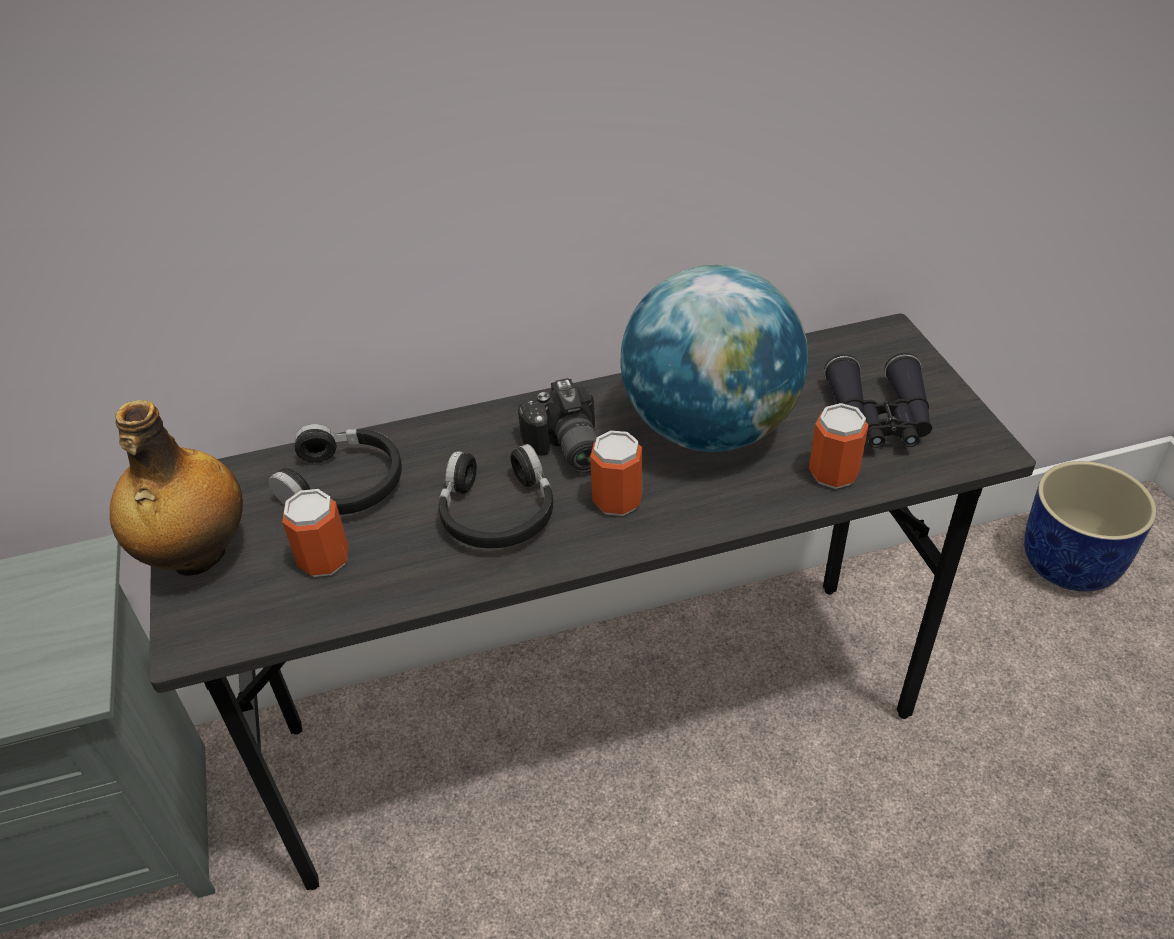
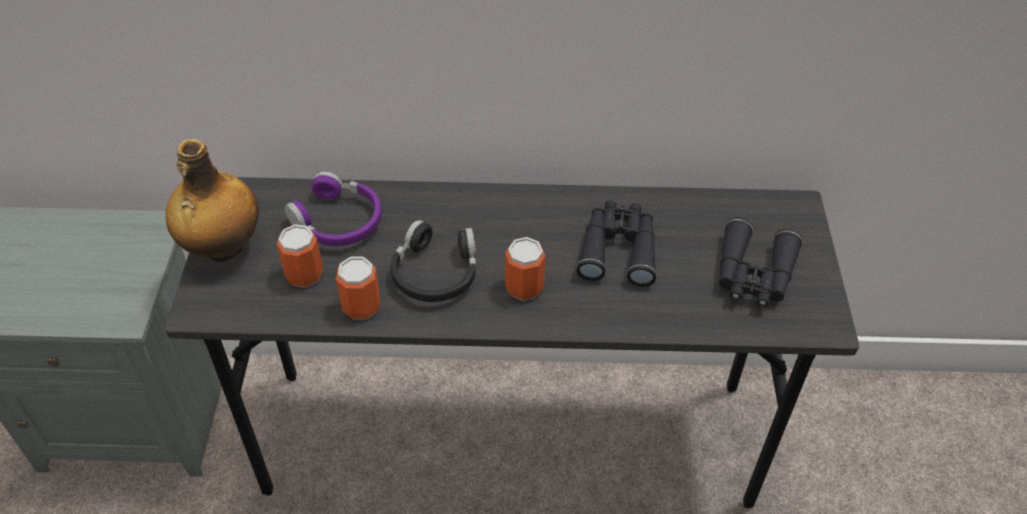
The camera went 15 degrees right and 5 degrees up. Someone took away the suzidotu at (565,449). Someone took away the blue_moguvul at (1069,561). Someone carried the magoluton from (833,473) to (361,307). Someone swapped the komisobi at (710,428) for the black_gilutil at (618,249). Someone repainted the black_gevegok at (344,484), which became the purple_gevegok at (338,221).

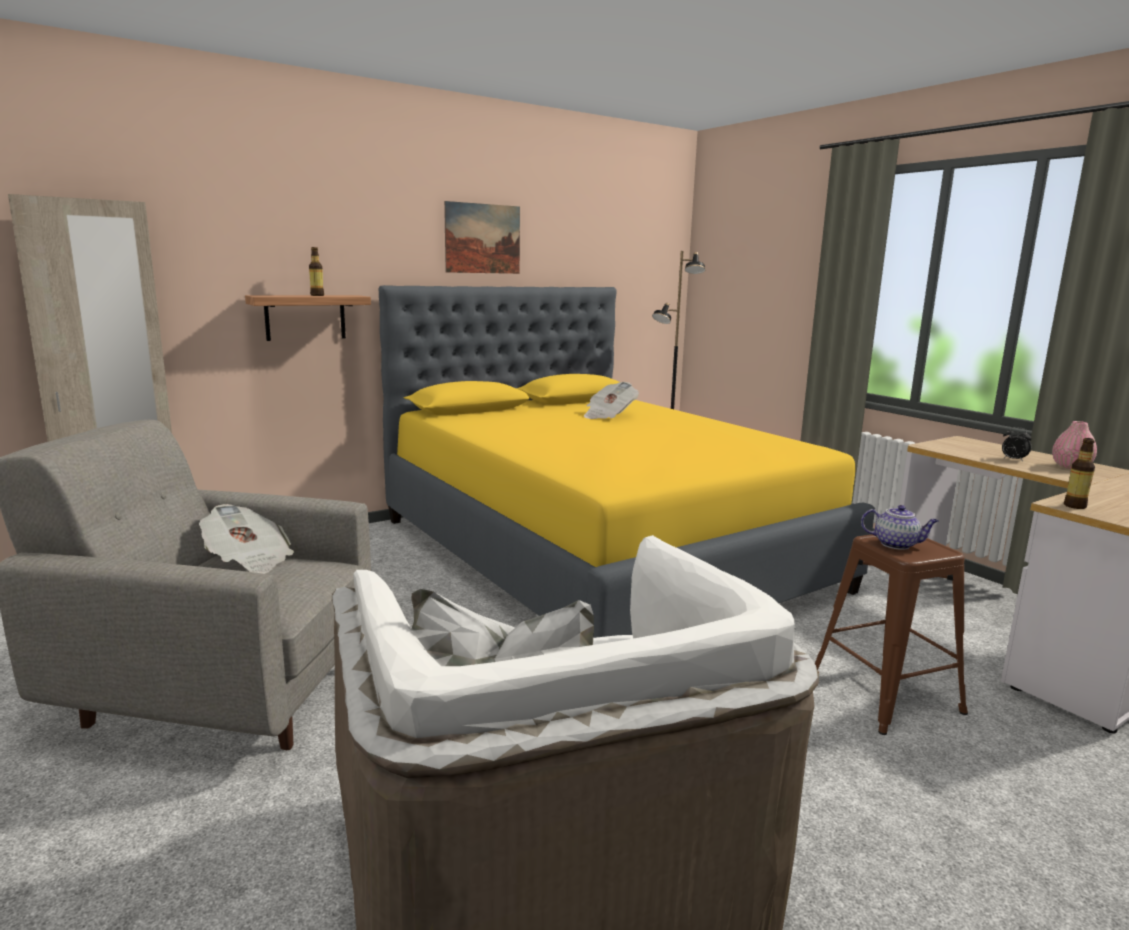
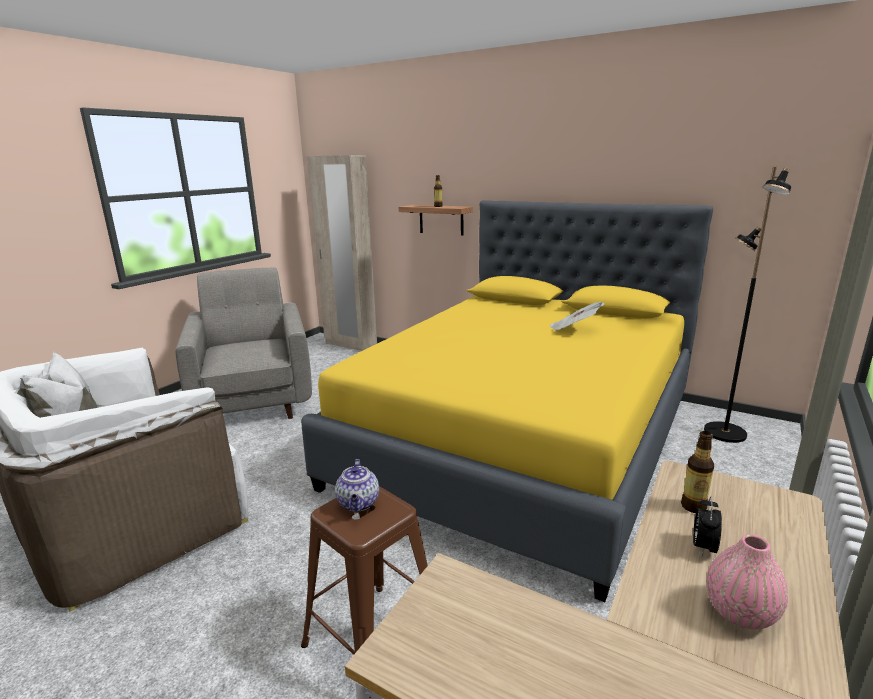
The camera went 65 degrees right and 5 degrees up. Someone took away the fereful at (249,560). Someone took away the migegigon at (482,238). Someone carried the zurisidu from (1074,506) to (693,507).

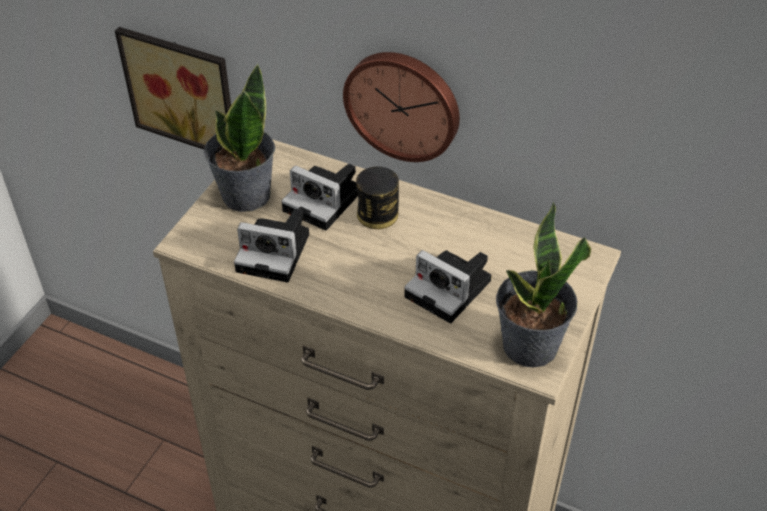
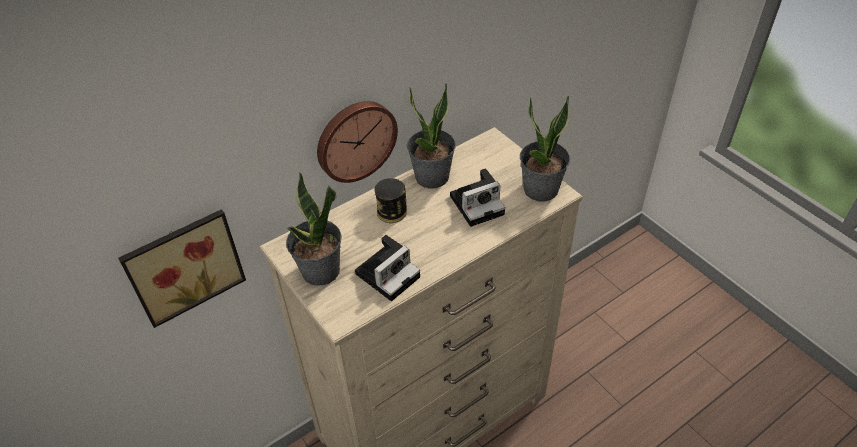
The camera went 60 degrees left and 0 degrees up. Someone took away the suzidotu at (325,201). Someone put down the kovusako at (432,177).

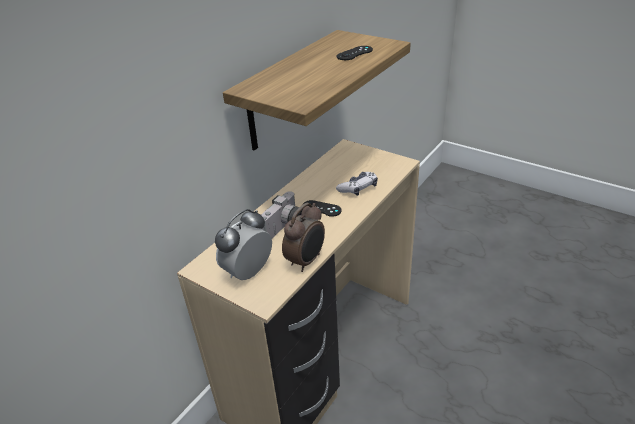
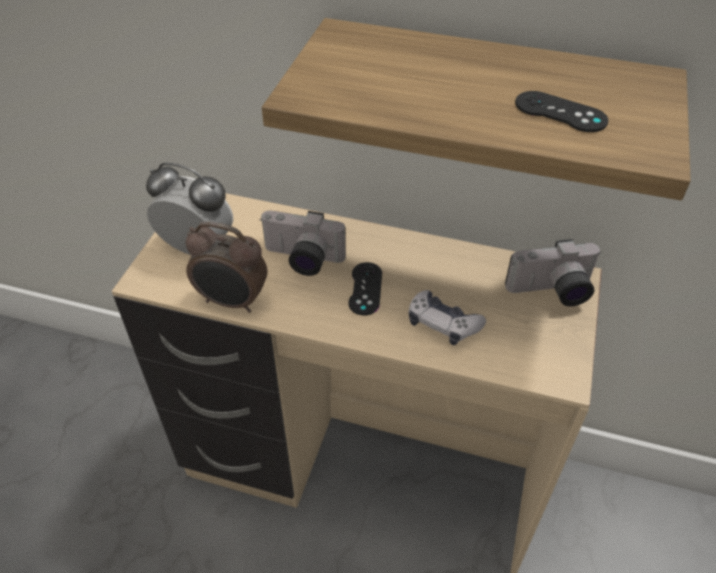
The camera went 70 degrees right and 10 degrees up. Someone put down the suzidotu at (552,292).

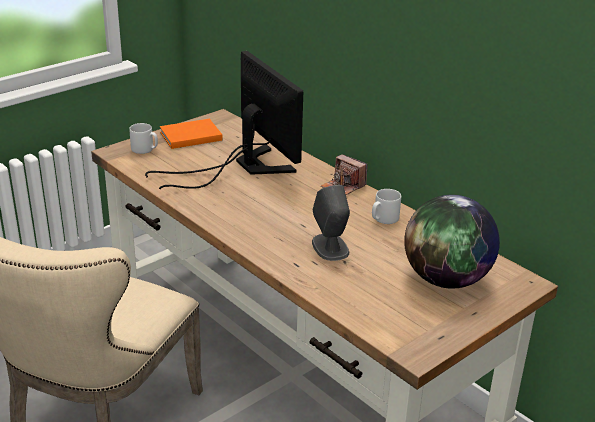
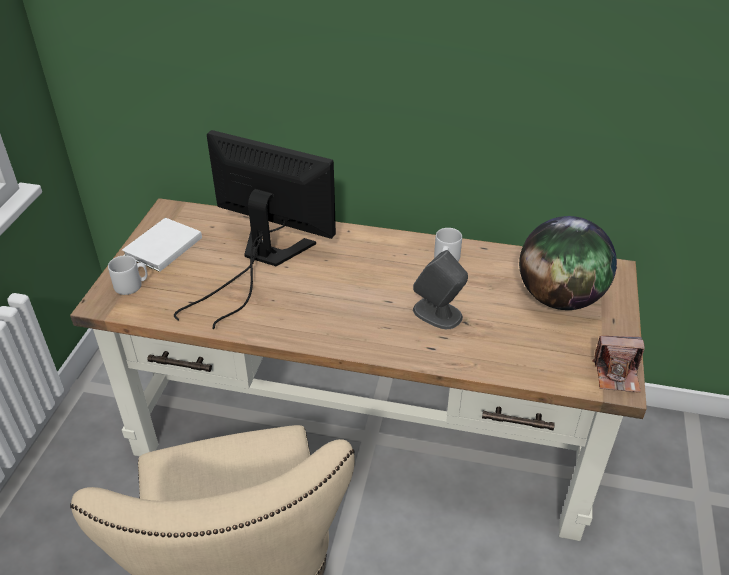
The camera went 35 degrees left and 10 degrees up. Someone carried the suzidotu from (343,187) to (617,374). Someone repainted the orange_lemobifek at (189,136), which became the white_lemobifek at (161,247).

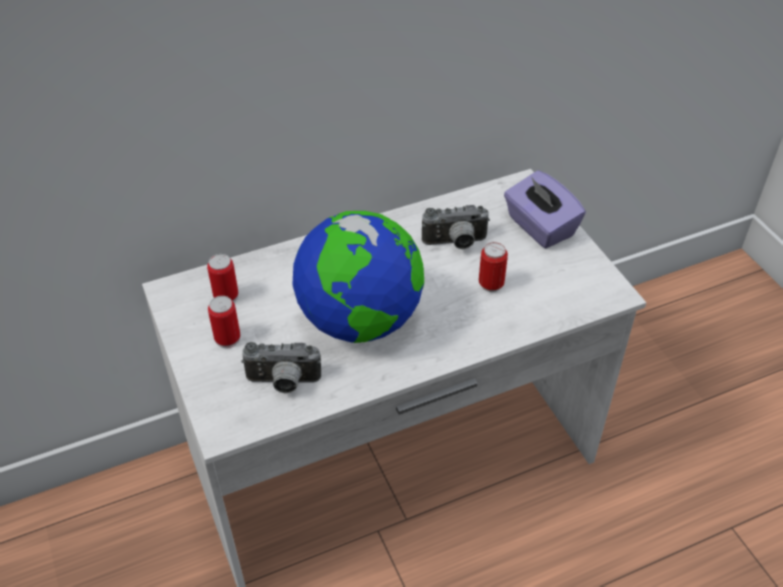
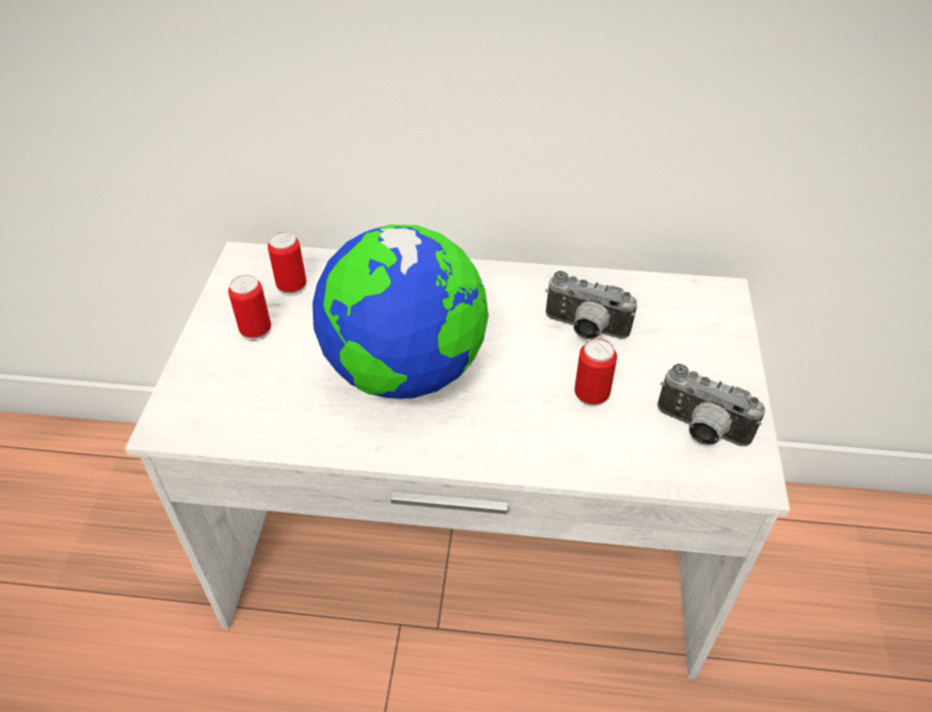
The camera went 30 degrees right and 0 degrees up. Someone took away the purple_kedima at (539,227). Someone carried the suzidotu from (283,383) to (699,431).

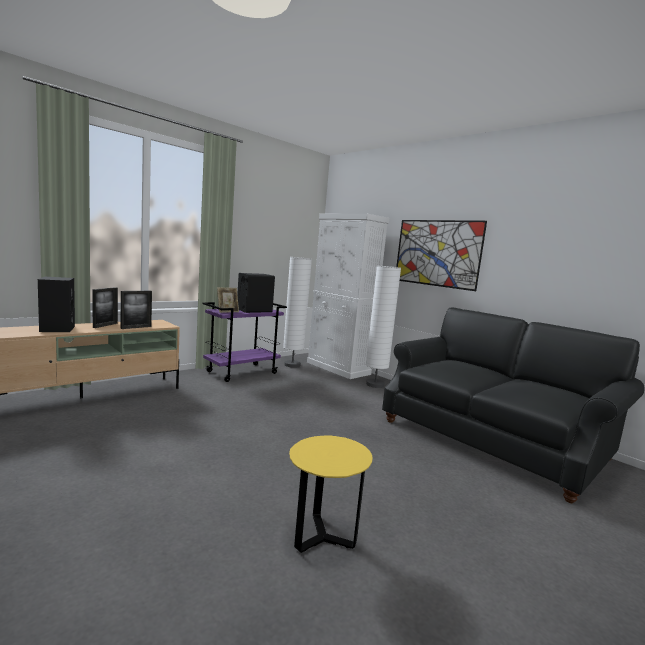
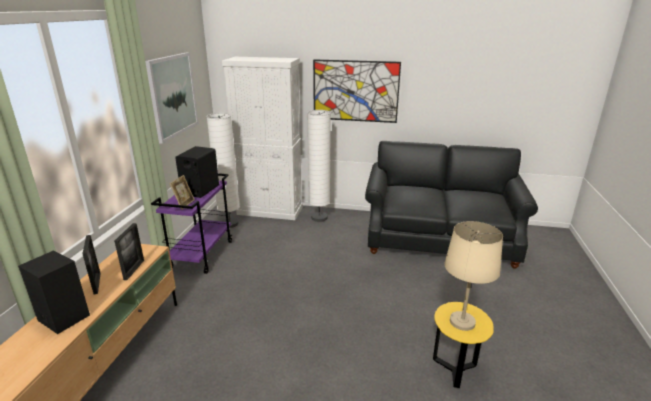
The camera went 35 degrees left and 15 degrees up. Someone put up the migegigon at (173,95). Someone put down the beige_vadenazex at (462,322).

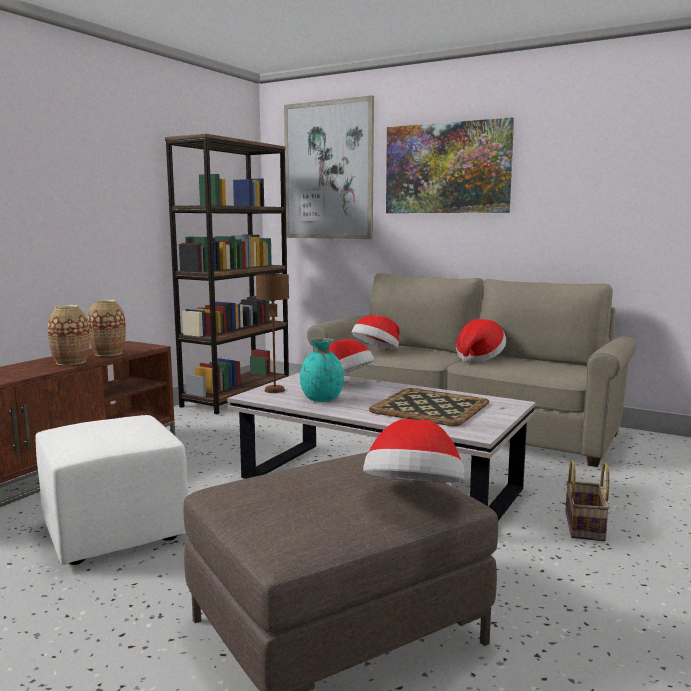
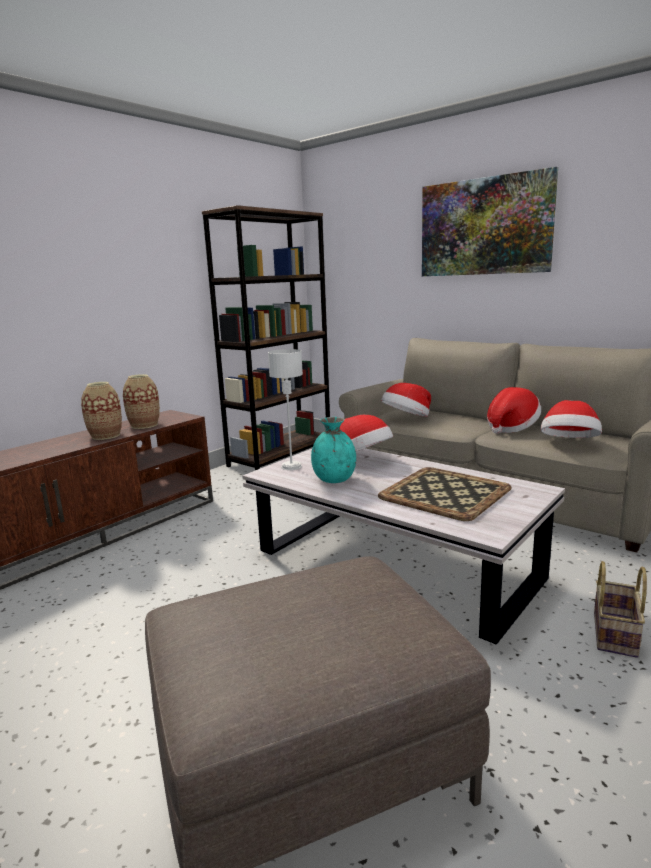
The camera went 10 degrees right and 5 degrees up. Someone took away the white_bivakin at (113,531). Someone took away the migegigon at (328,171). Someone carried the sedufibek from (414,496) to (569,444). Someone repainted the brown_vadenazex at (274,390), which became the grey_vadenazex at (291,466).

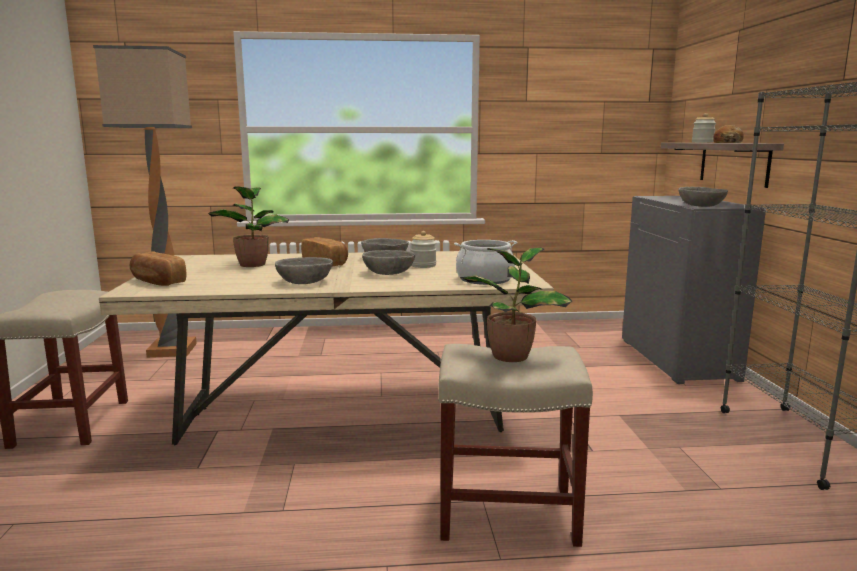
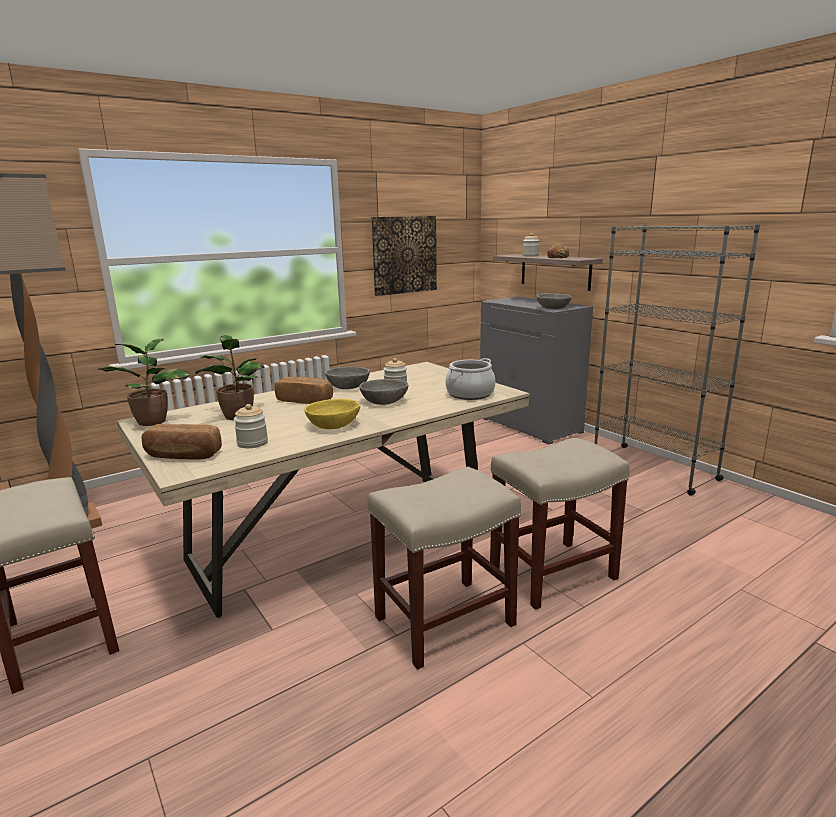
The camera went 30 degrees left and 5 degrees up. Someone put down the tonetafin at (252,443). Someone put down the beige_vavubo at (443,622). Someone put up the migegigon at (404,255). Someone carried the kovusako from (512,355) to (153,421). Someone repainted the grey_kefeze at (304,282), which became the yellow_kefeze at (333,425).

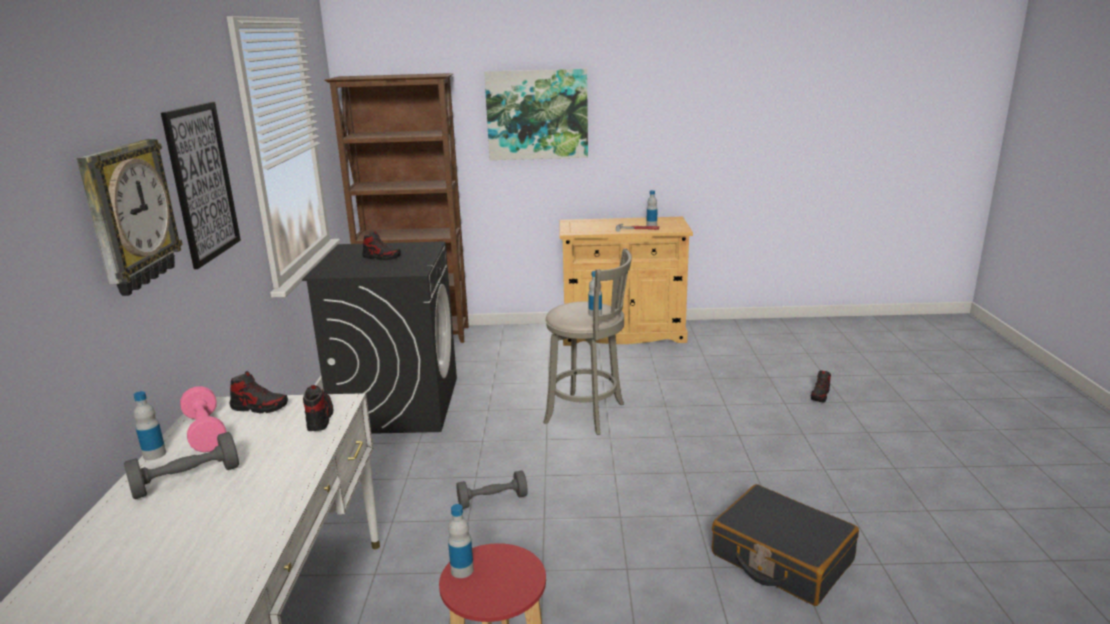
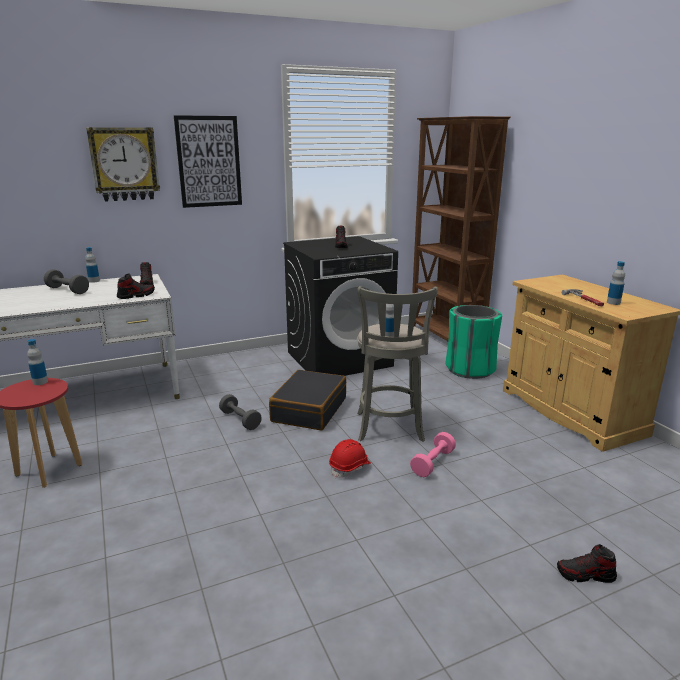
The camera went 65 degrees right and 0 degrees up. Someone took away the migegigon at (537,114). Someone put down the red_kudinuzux at (350,467). Someone put down the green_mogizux at (470,369). Someone carried the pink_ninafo from (205,432) to (432,463). Someone carried the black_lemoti from (781,558) to (309,409).

